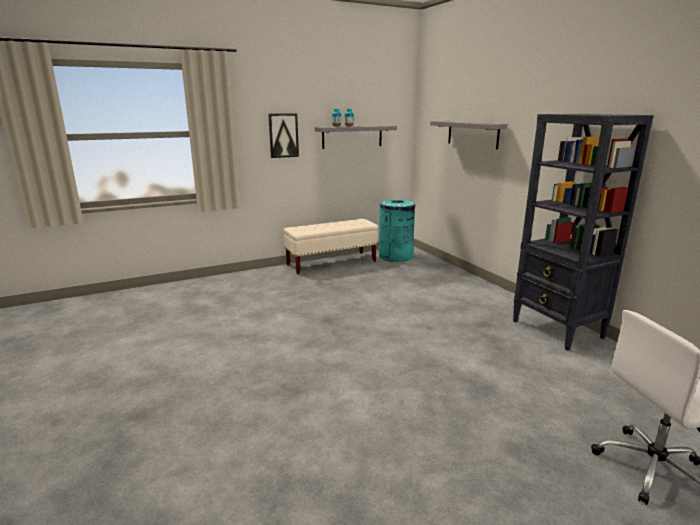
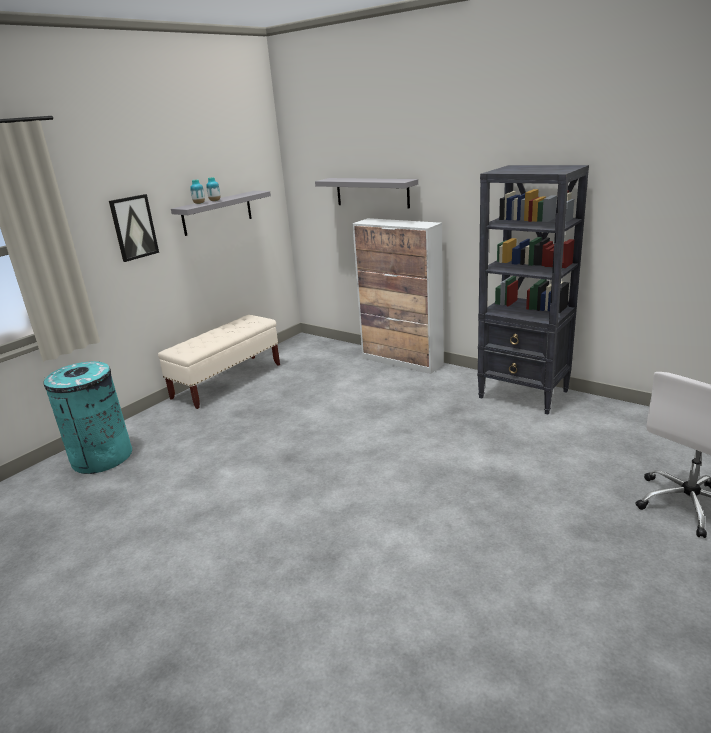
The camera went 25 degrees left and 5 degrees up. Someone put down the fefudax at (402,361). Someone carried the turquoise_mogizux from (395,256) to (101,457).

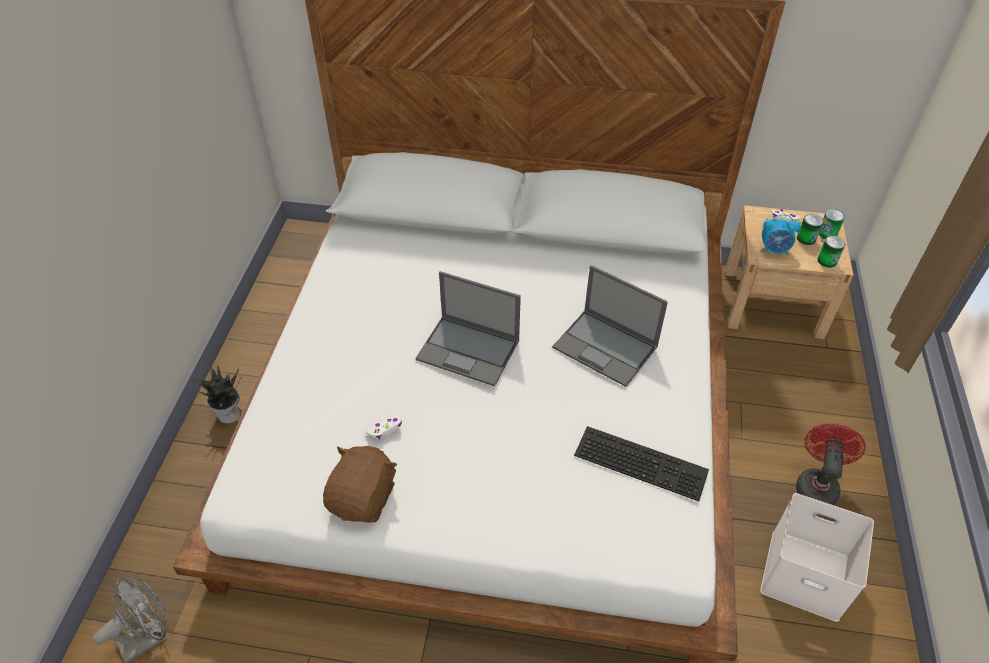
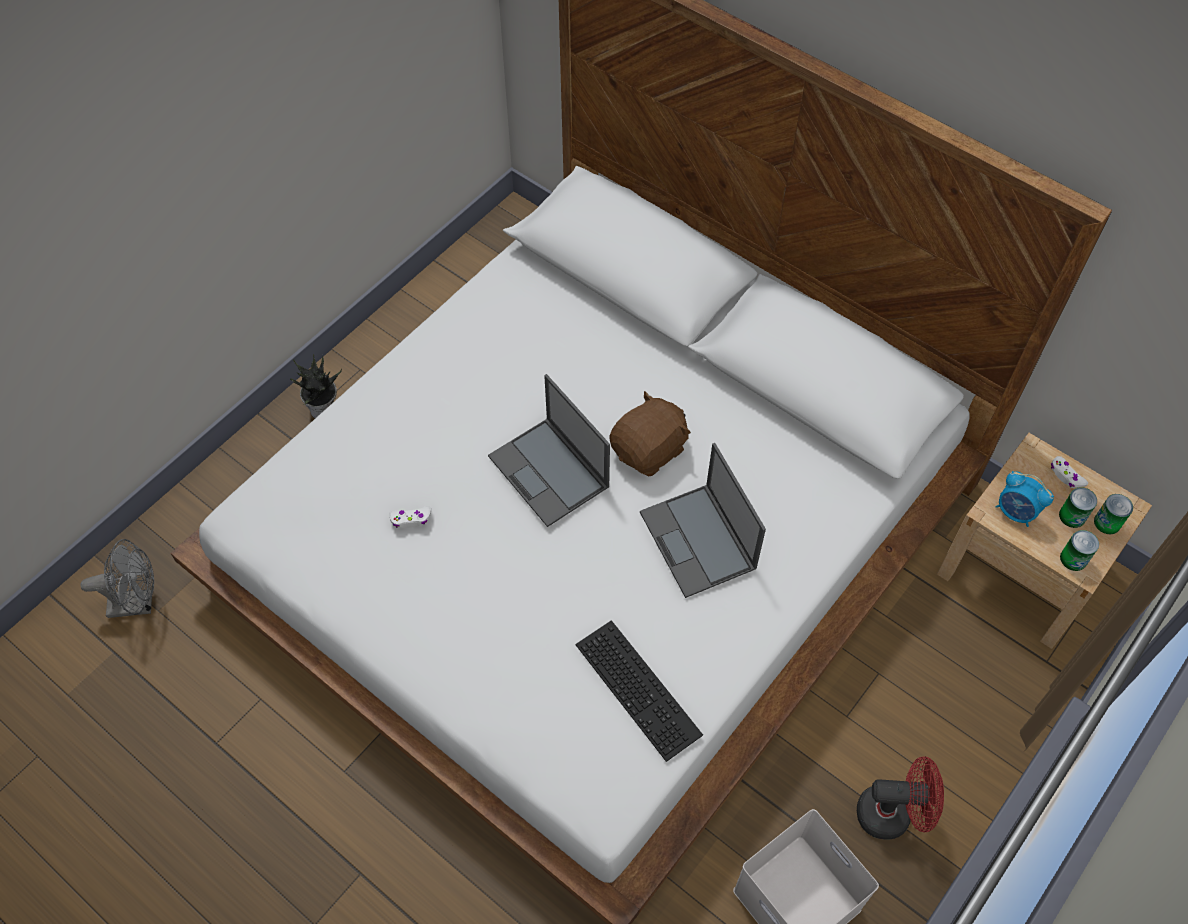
The camera went 30 degrees right and 10 degrees up. Someone carried the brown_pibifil from (364,498) to (649,450). Someone rotated the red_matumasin at (816,484) by 45 degrees clockwise.

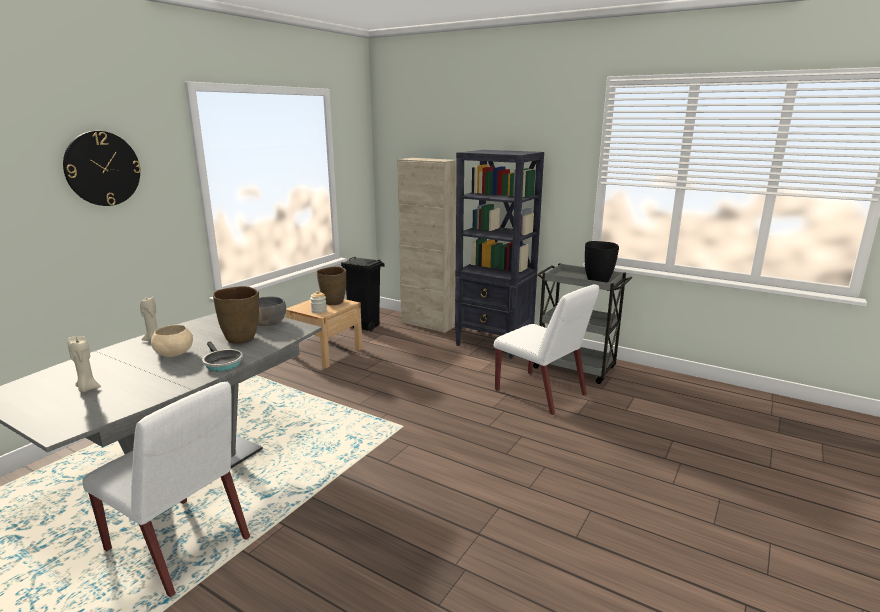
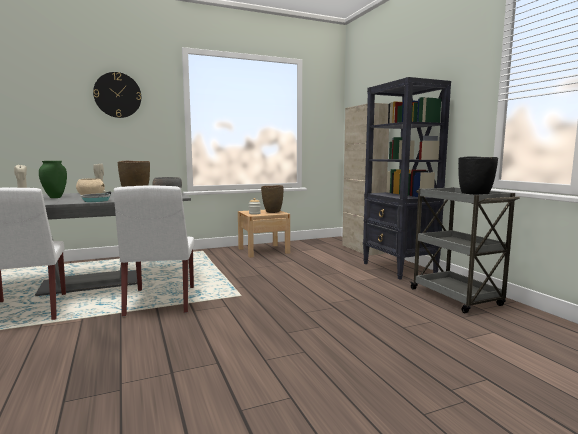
The camera went 35 degrees right and 10 degrees down. Someone took away the black_mogizux at (364,326). Someone put down the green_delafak at (55,197). Someone carried the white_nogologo from (541,393) to (161,301).

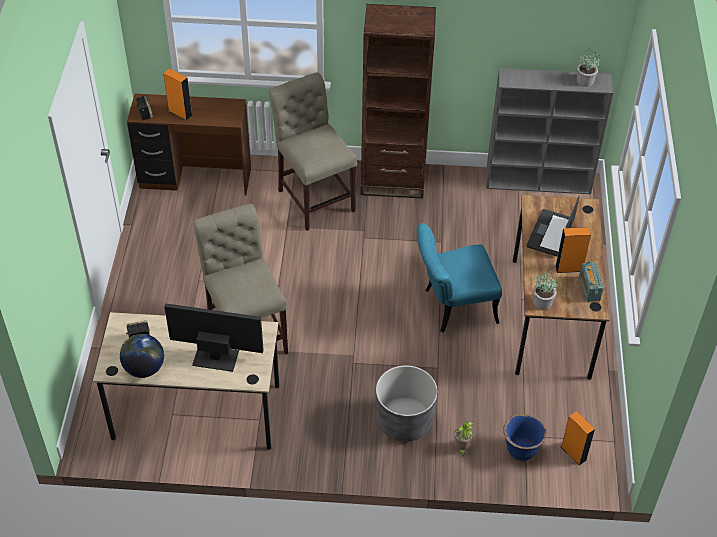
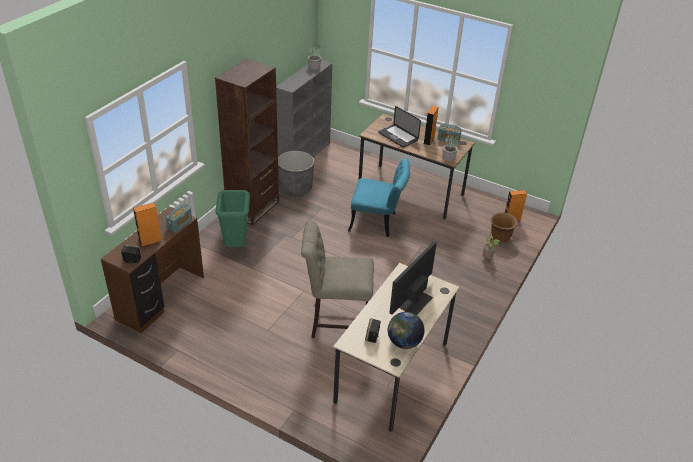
The camera went 65 degrees left and 10 degrees down. Someone put down the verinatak at (180,224). Someone carried the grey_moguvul from (404,421) to (295,188). Someone swapped the beige_nogologo at (314,197) for the green_mogizux at (236,246). Someone repainted the blue_moguvul at (521,450), which became the brown_moguvul at (500,237). Someone rotated the turquoise_nogologo at (452,307) by 90 degrees counterclockwise.

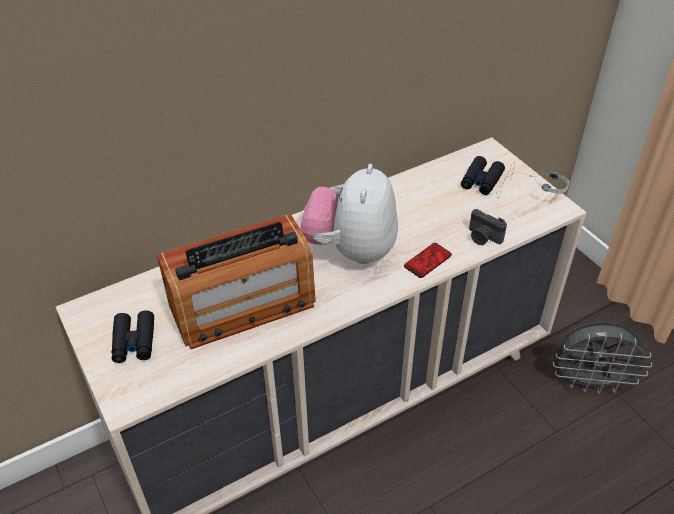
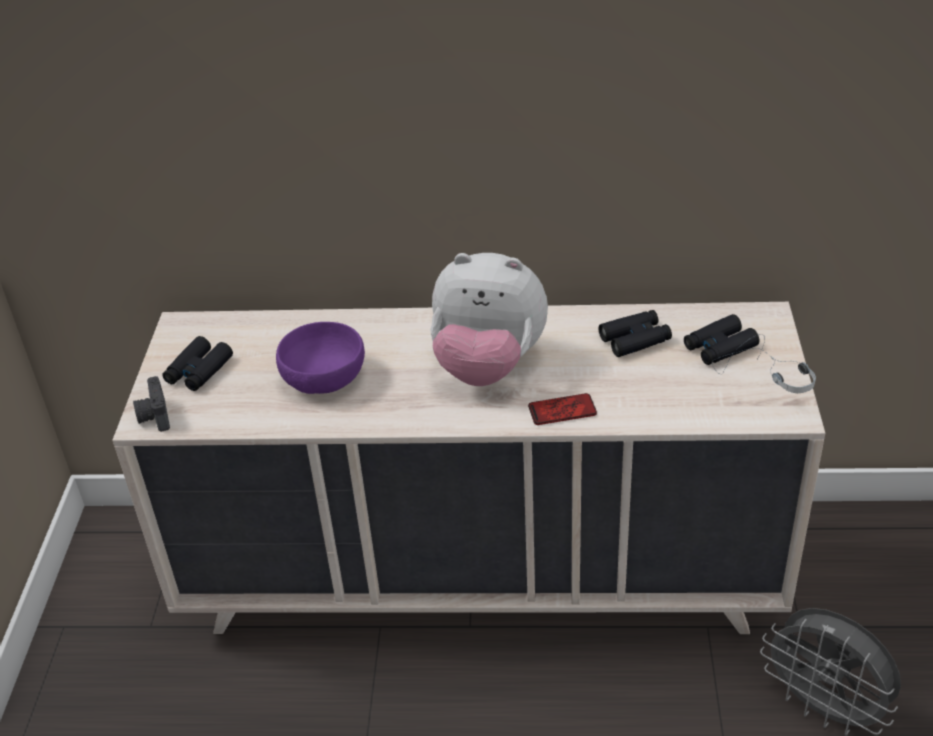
The camera went 35 degrees right and 5 degrees down. Someone put down the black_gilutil at (635,339). Someone carried the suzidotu from (483,238) to (154,417). Someone swapped the verinatak at (242,305) for the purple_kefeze at (325,377). Someone rotated the pibifil at (351,250) by 120 degrees counterclockwise.

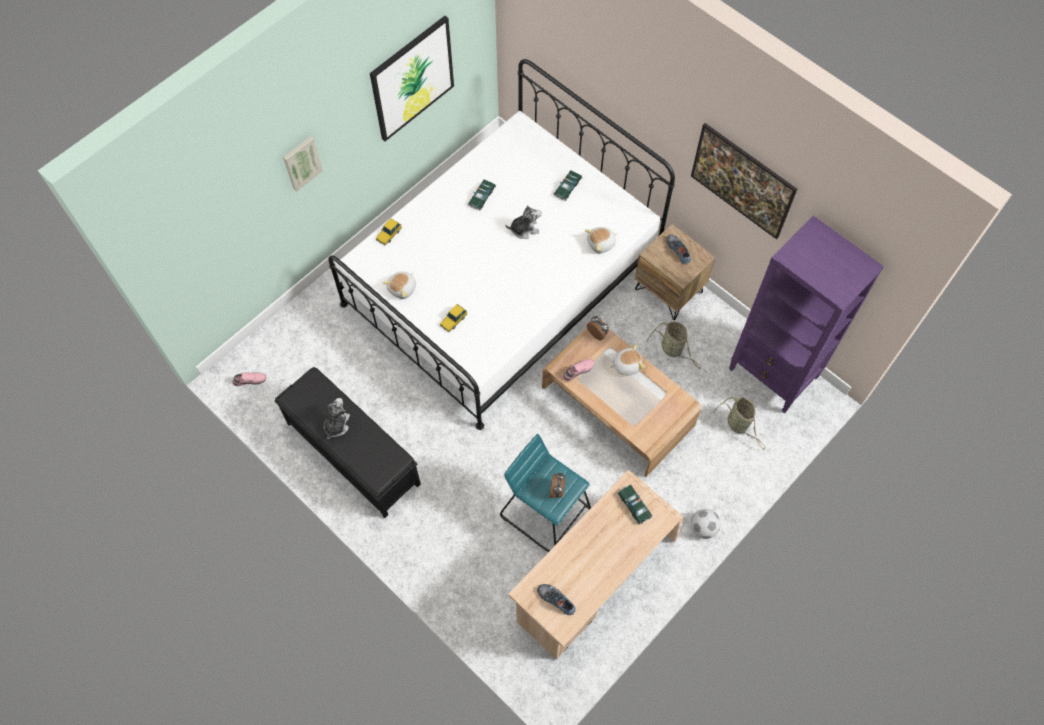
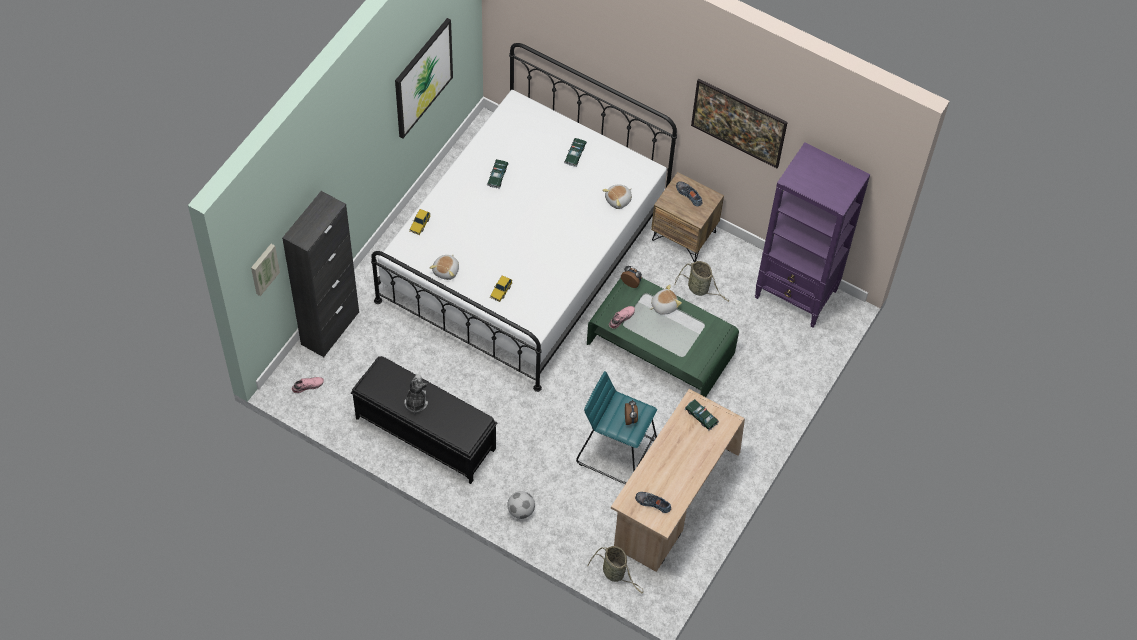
The camera went 15 degrees left and 5 degrees down. Someone took away the pibifil at (524,229). Someone put down the black_fefudax at (330,328). Someone carried the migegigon from (301,162) to (263,268). Someone carried the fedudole from (703,528) to (521,511). Someone carried the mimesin from (738,425) to (615,573). Someone repainted the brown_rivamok at (617,406), which became the green_rivamok at (660,348).

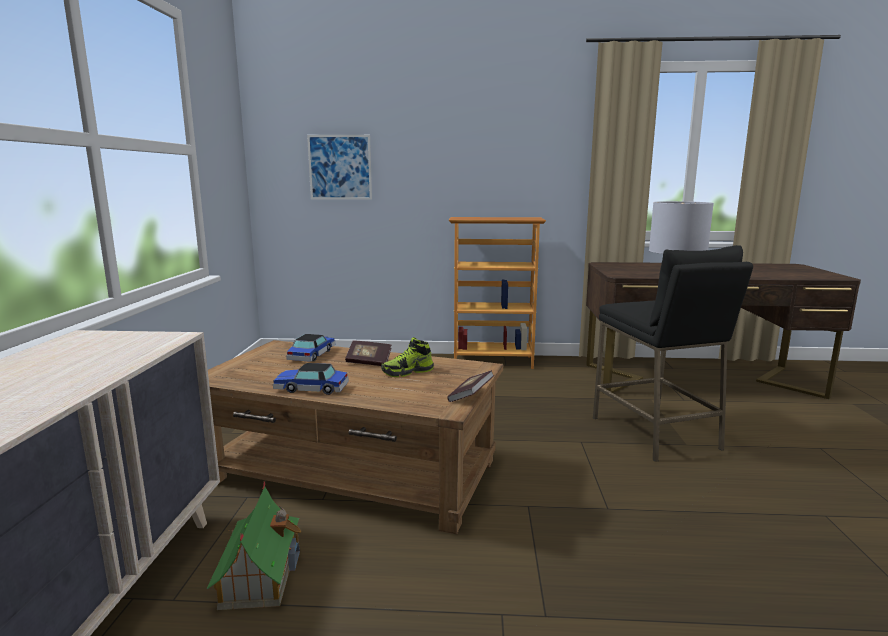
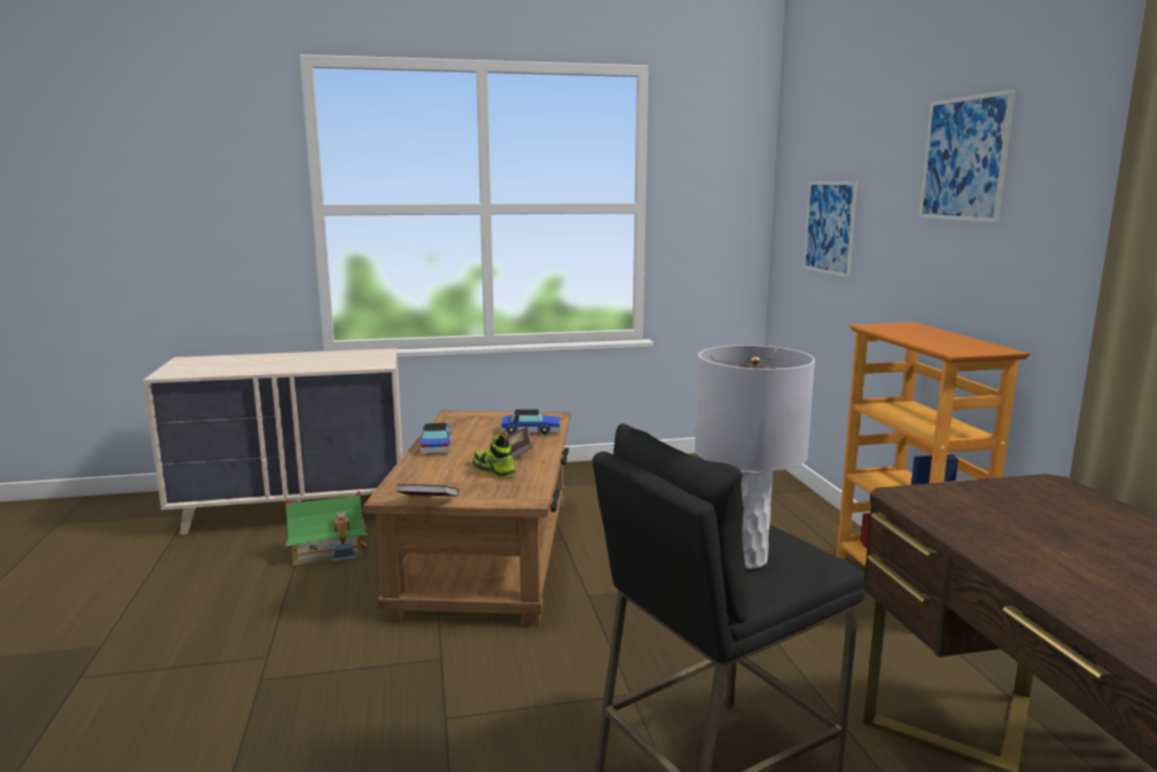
The camera went 75 degrees right and 0 degrees up. Someone put up the migegigon at (964,159).

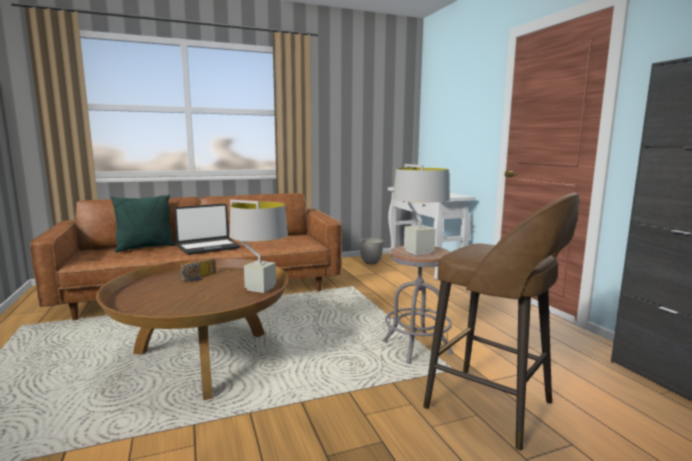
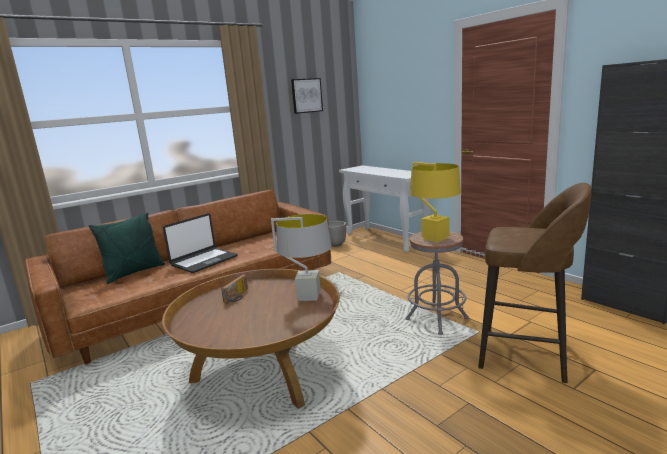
The camera went 15 degrees left and 5 degrees up. Someone put up the migegigon at (306,95). Someone repainted the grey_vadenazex at (418,252), which became the yellow_vadenazex at (435,238).

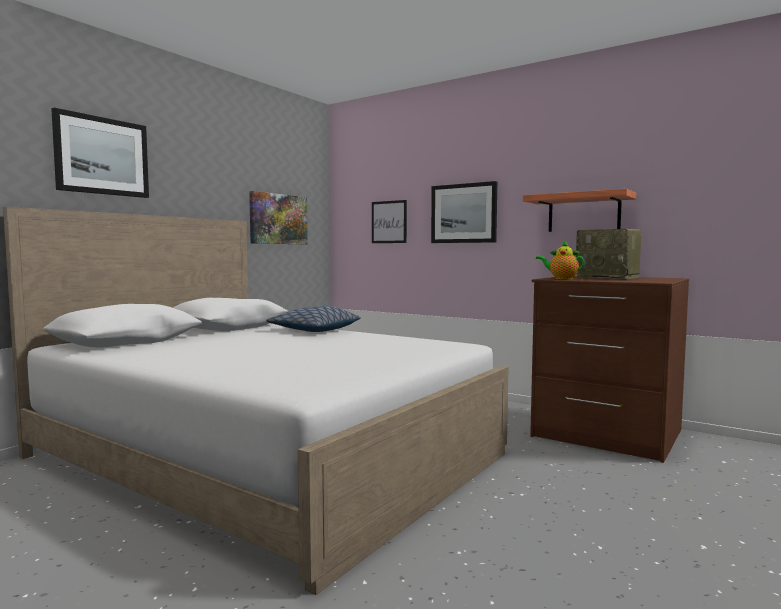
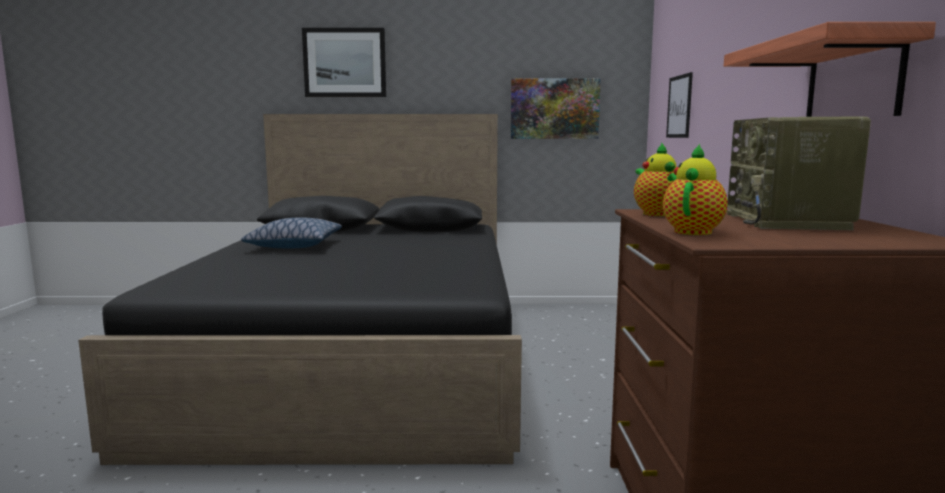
The camera went 55 degrees right and 5 degrees up. Someone took away the migegigon at (463,213). Someone put down the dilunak at (694,231). Someone carried the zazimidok from (314,330) to (294,245). Someone repainted the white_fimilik at (266,454), which became the black_fimilik at (360,359).

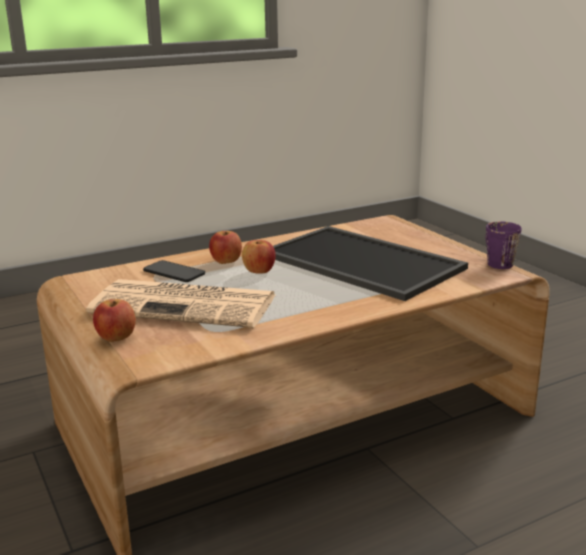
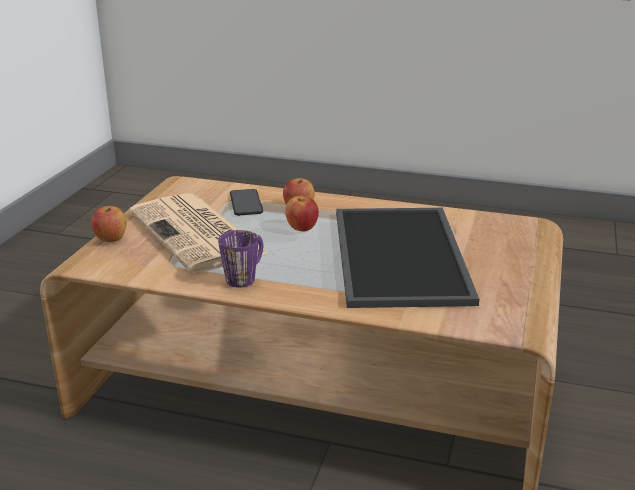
The camera went 45 degrees right and 5 degrees up. Someone carried the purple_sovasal from (495,262) to (246,276).

